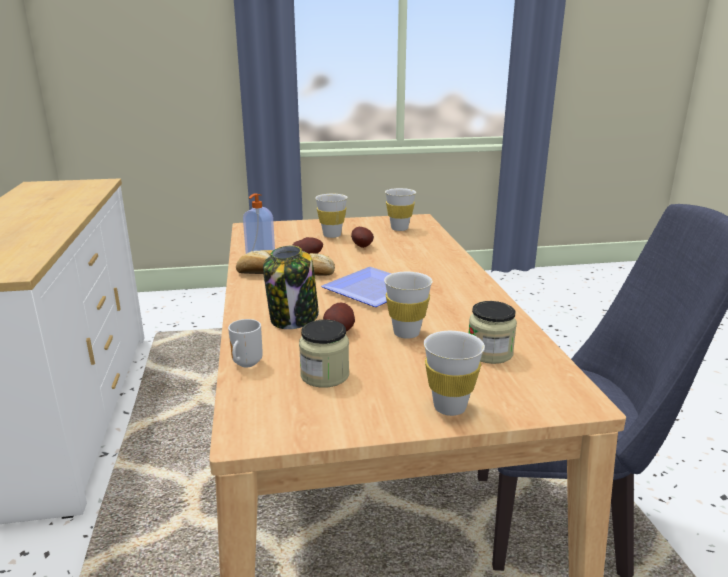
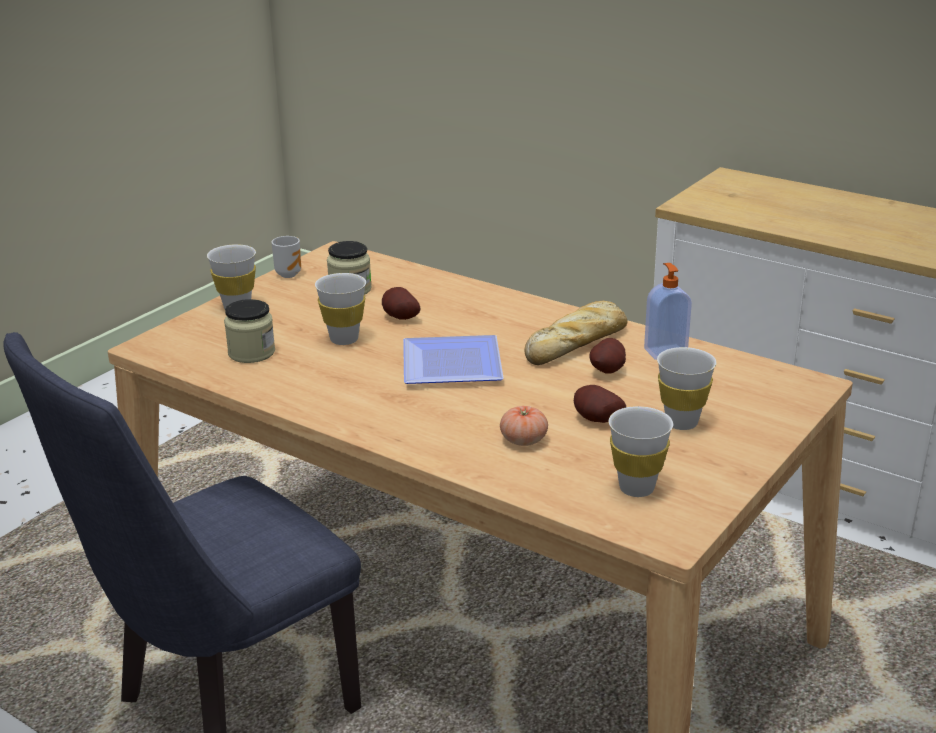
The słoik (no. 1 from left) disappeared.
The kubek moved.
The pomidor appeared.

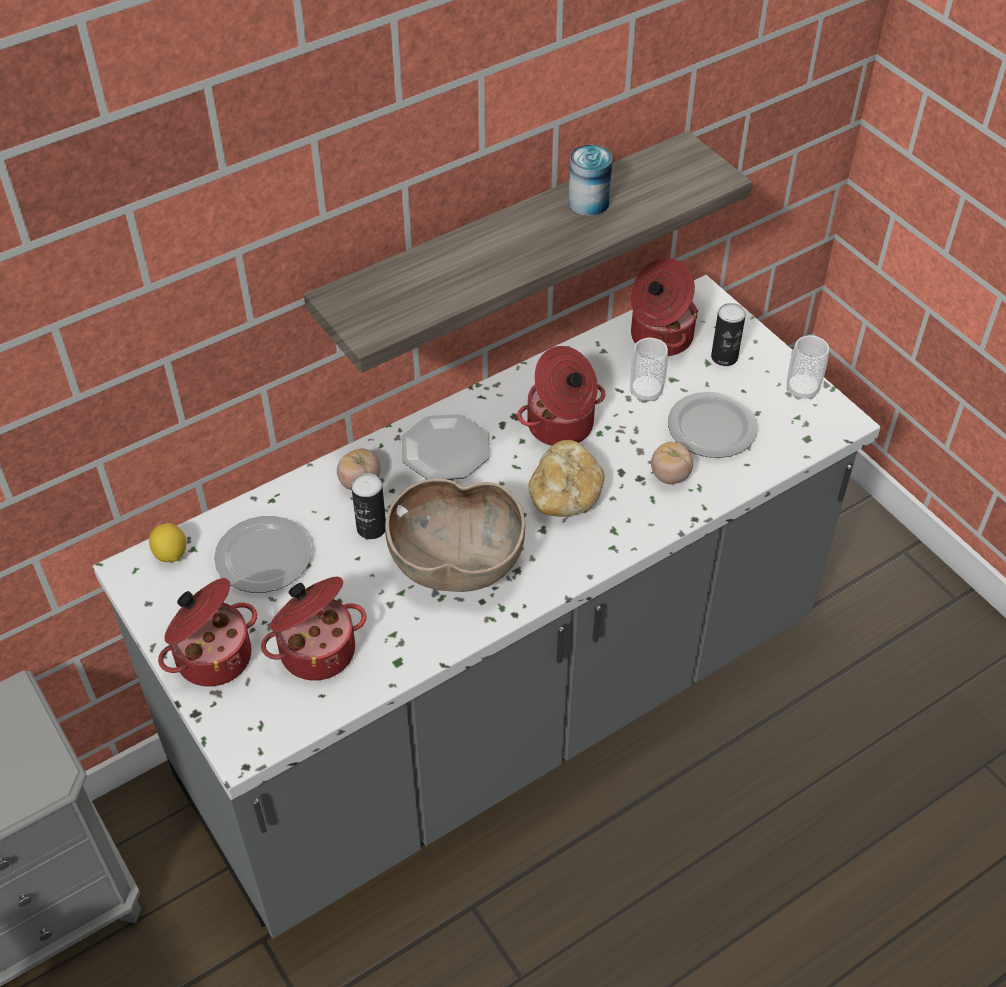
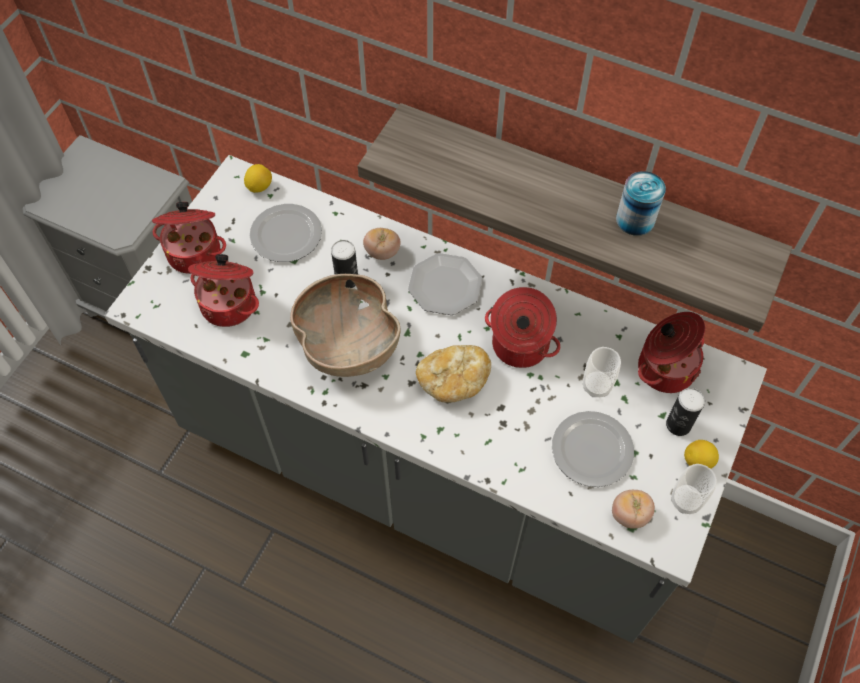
The pomidor (no. 2 from left) moved.
The cytryna (no. 2 from left) appeared.

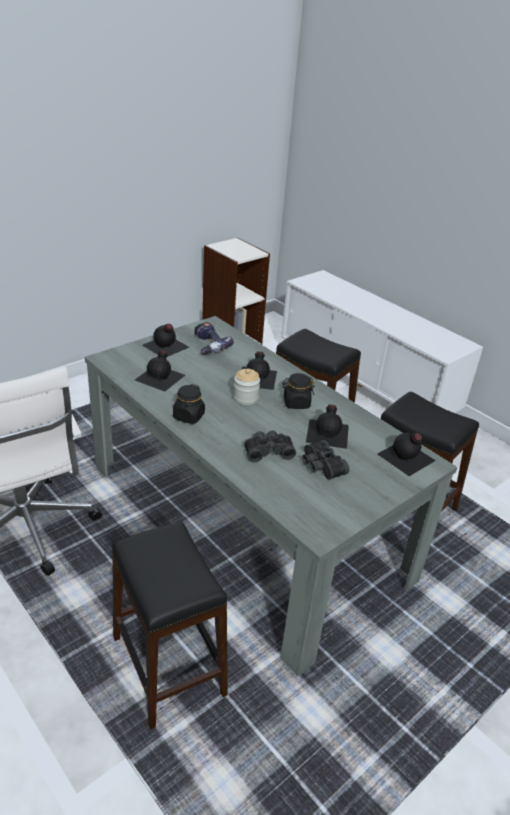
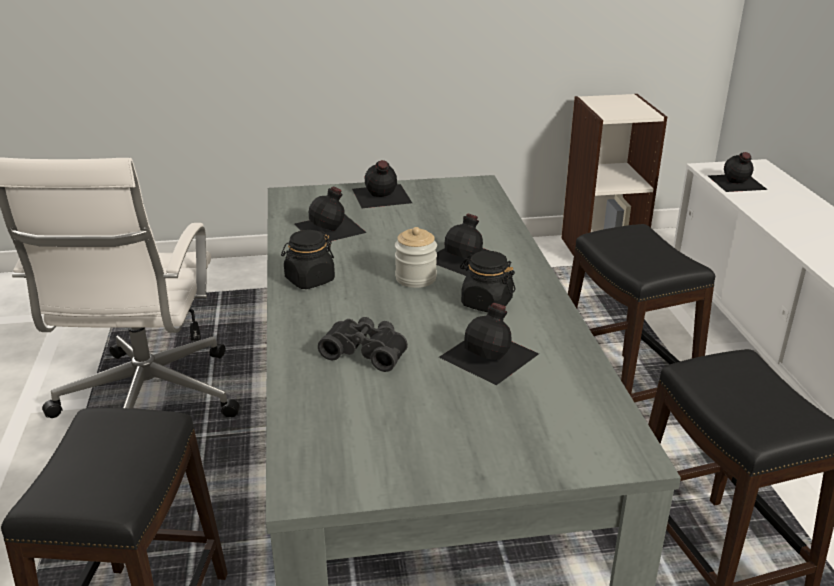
The wiertarka disappeared.
The butelka [czarny] (no. 5 from left) moved.
The lornetka [czarny] (no. 2 from left) disappeared.

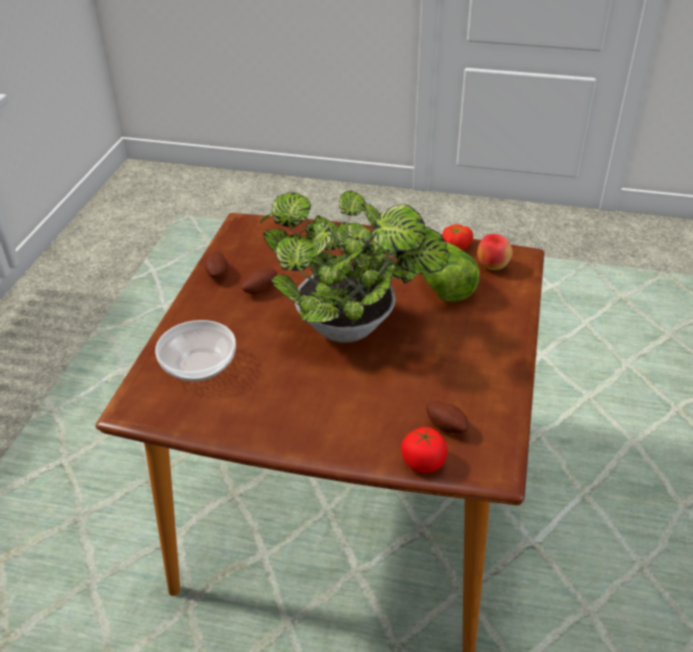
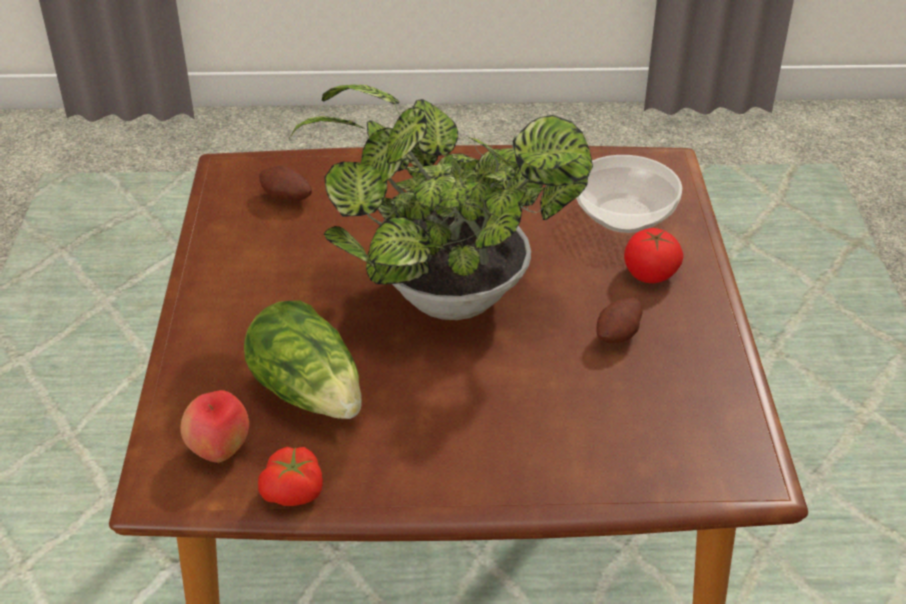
The ziemniak (no. 1 from left) disappeared.
The pomidor (no. 1 from left in the first image) moved.

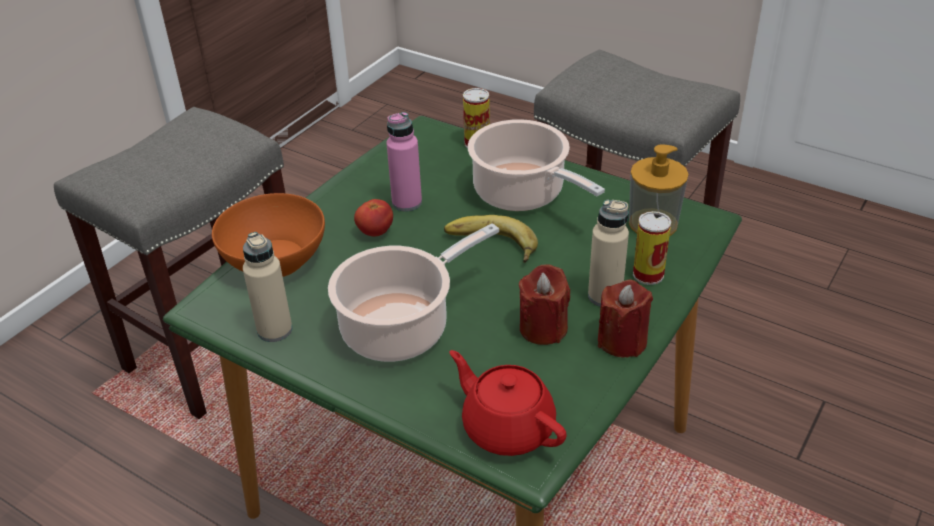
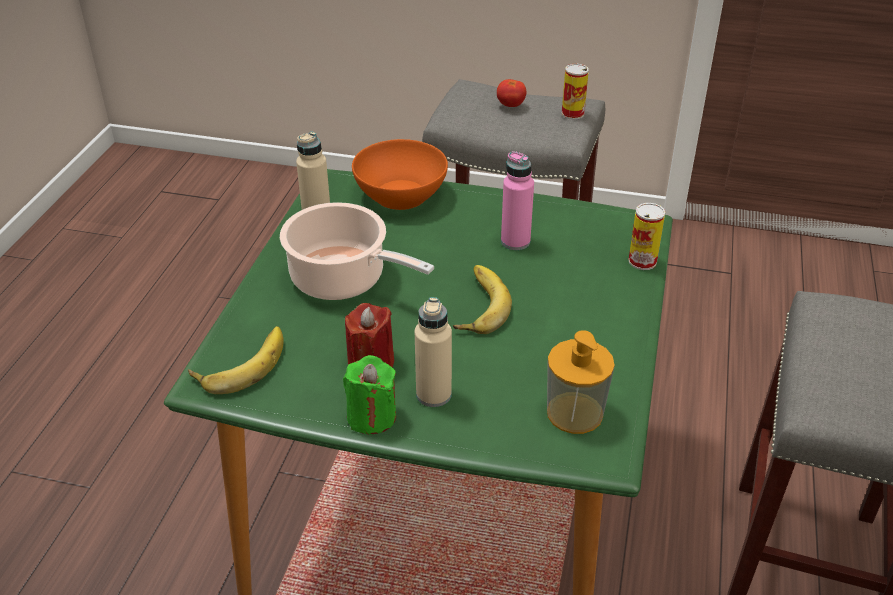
The garnek (no. 2 from left) disappeared.
The pomidor moved.
The puszka (no. 2 from left in the first image) moved.
The świeca [czerwony] (no. 2 from left) became the świeca [zielony].
The imbryk [czerwony] was replaced by the banan (no. 1 from left).

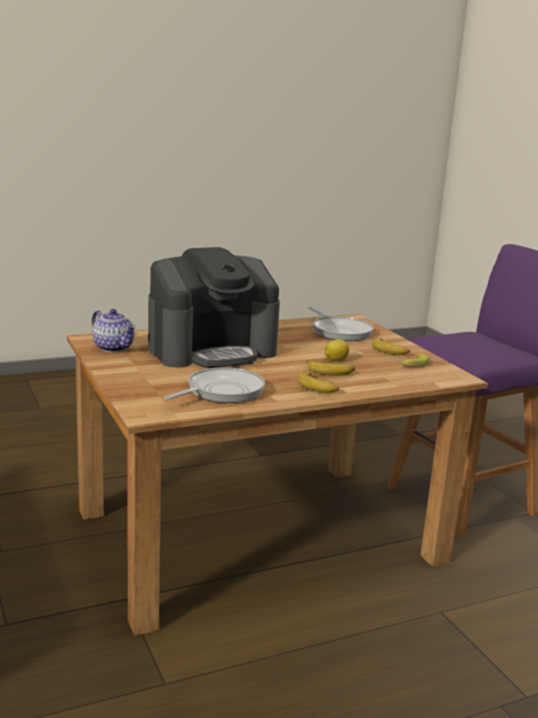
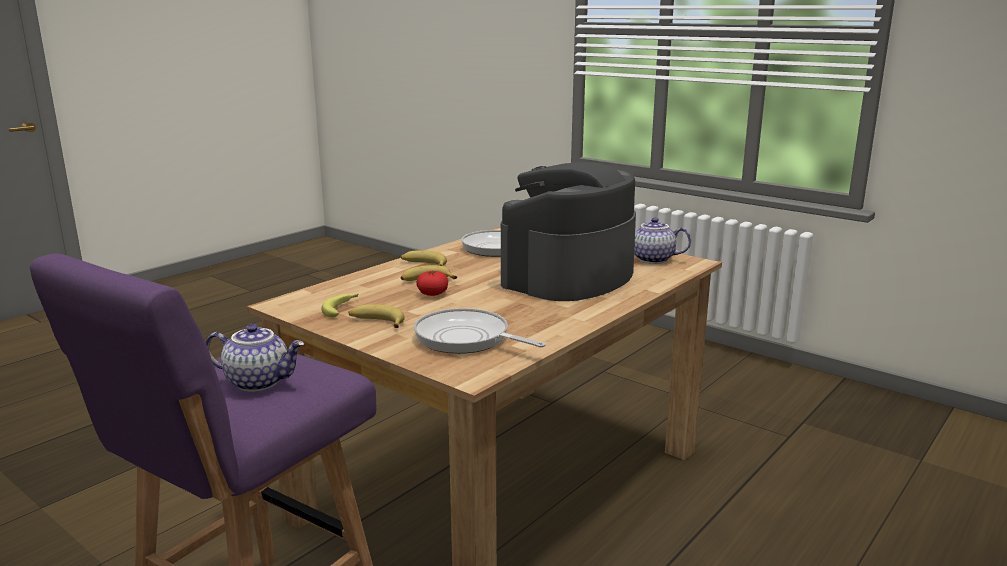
The cytryna was replaced by the pomidor.
The imbryk (no. 1 from left) appeared.

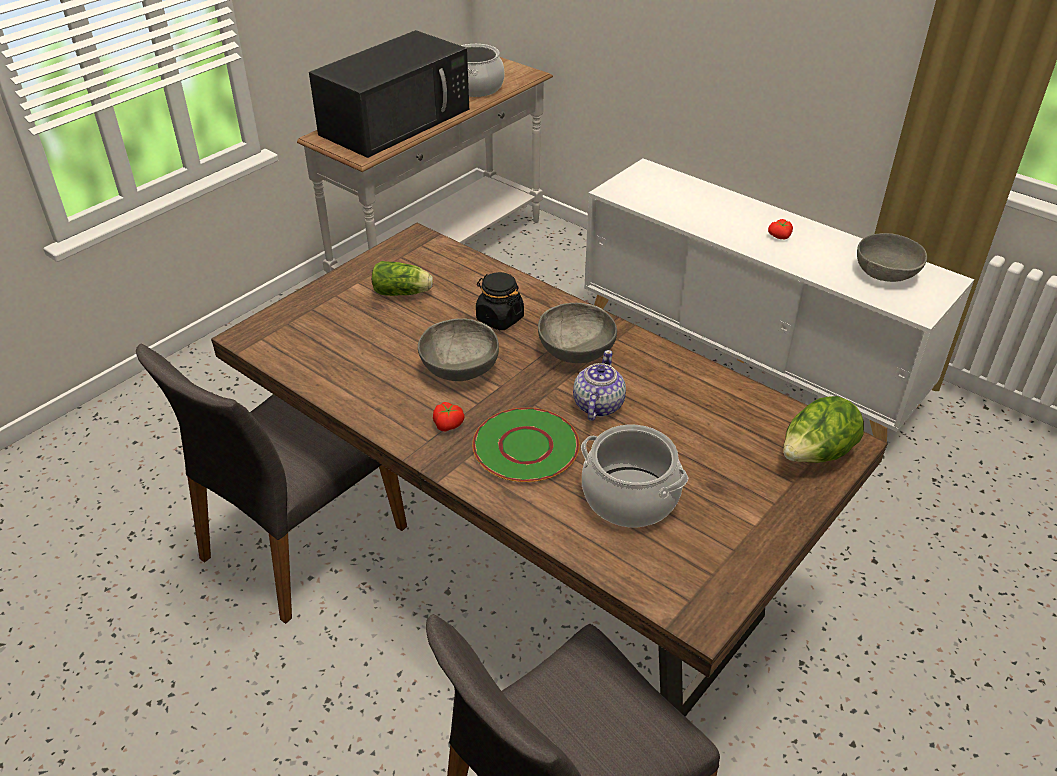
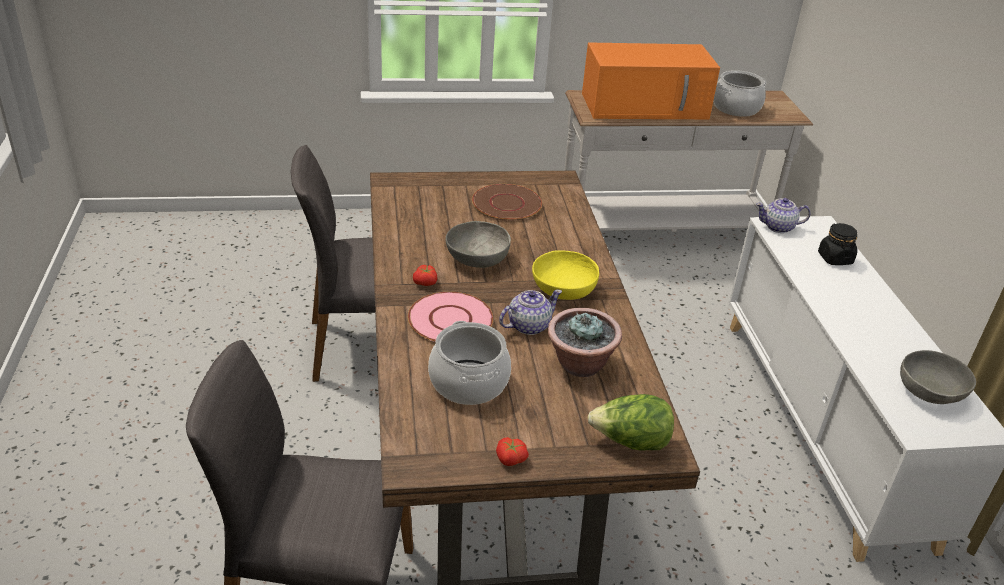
The mikrofalówka [czarny] became the mikrofalówka [pomarańczowy].
The pomidor (no. 2 from left) moved.
The sałata (no. 1 from left) was replaced by the talerz [brązowy].
The słoik [czarny] moved.
The miska [szary] (no. 2 from left) became the miska [żółty].
The talerz [zielony] became the talerz [różowy].
The imbryk (no. 2 from left) appeared.
The roślina doniczkowa appeared.

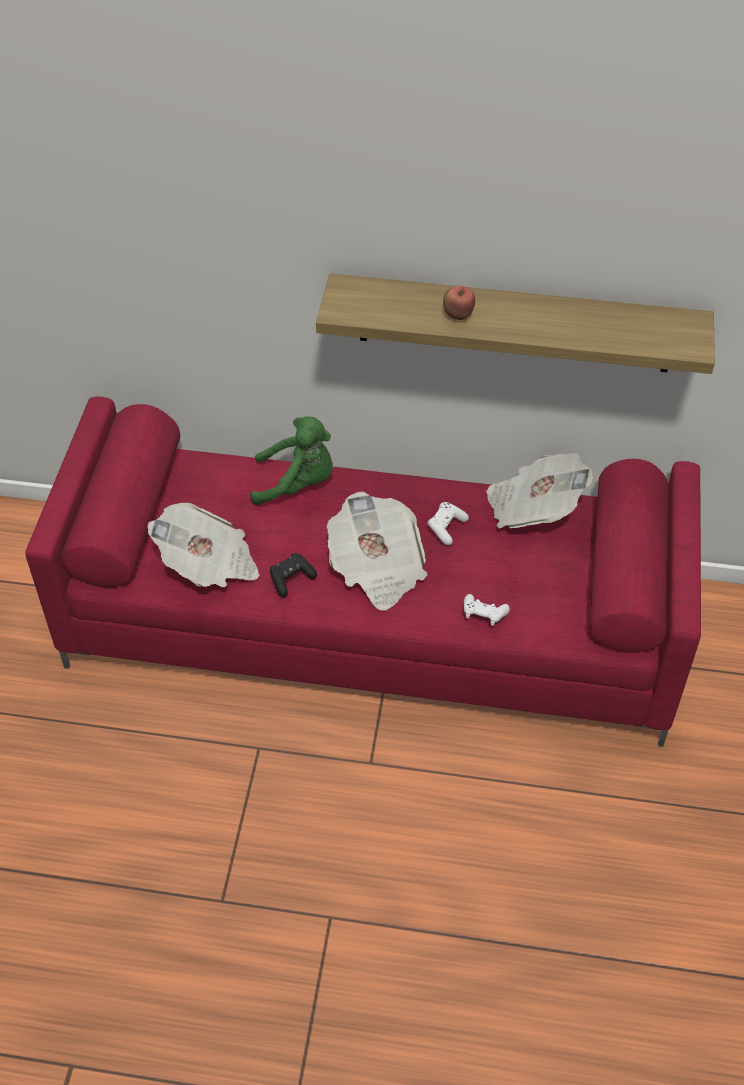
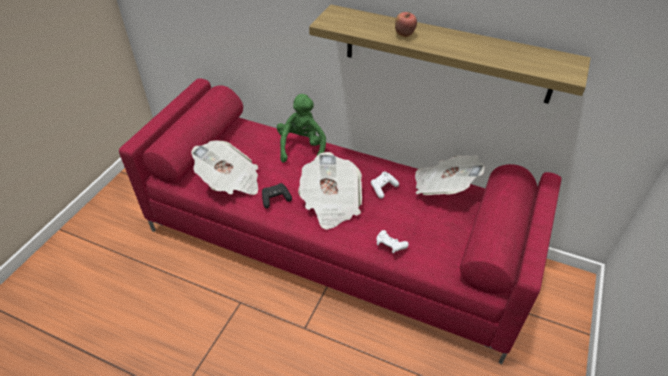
The pluszak [zielony] turned 105 degrees counterclockwise.

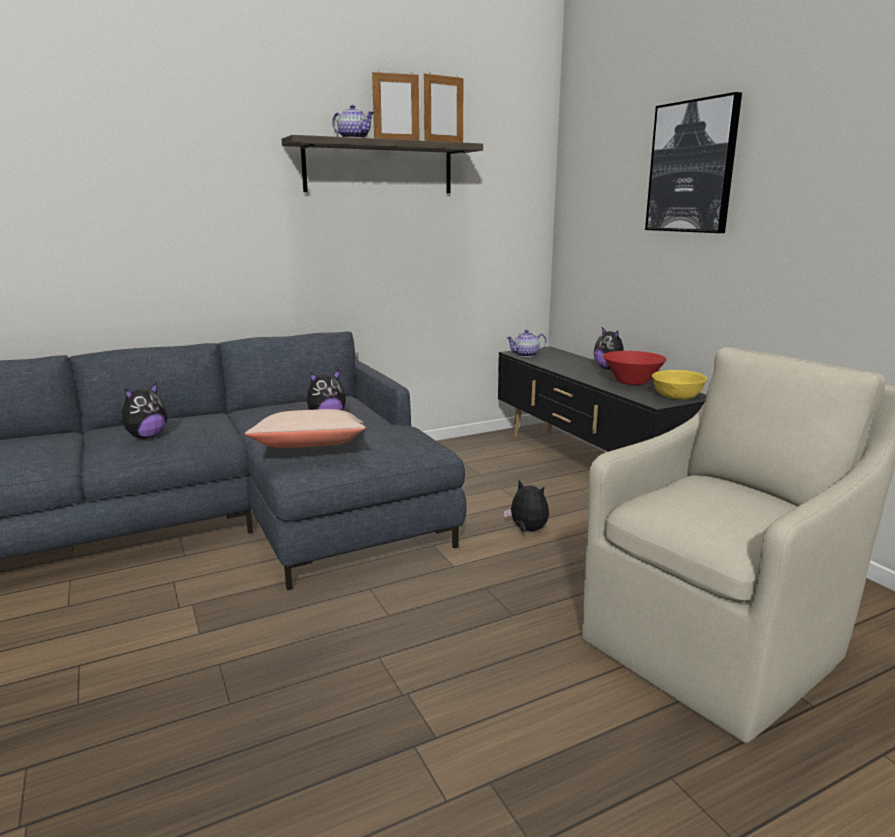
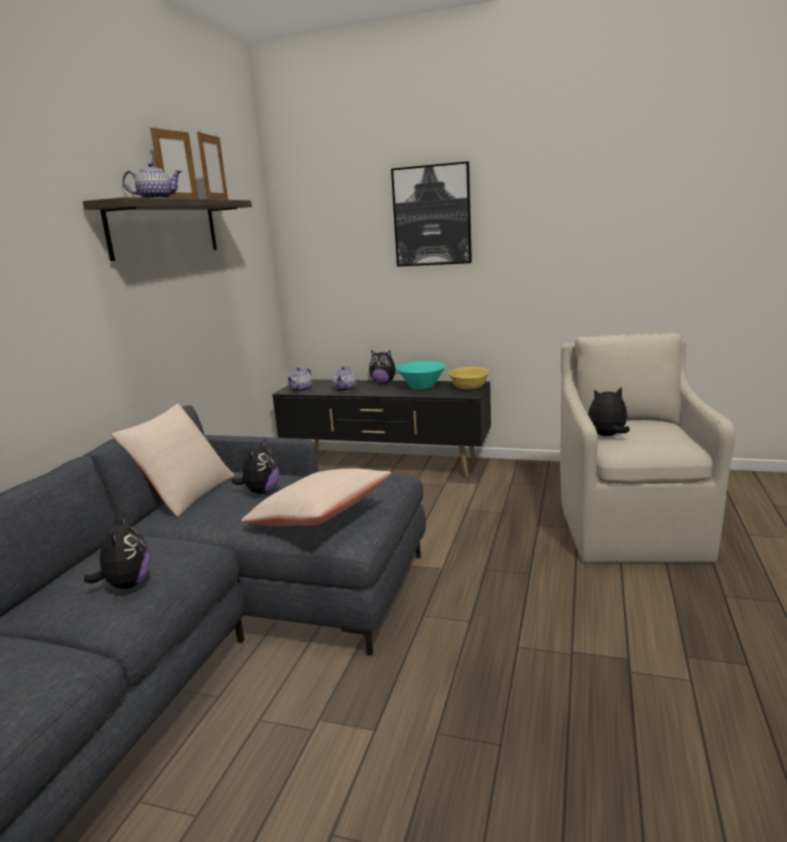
The miska [czerwony] became the miska [turkusowy].
The pluszak (no. 3 from left in the first image) moved.
The imbryk (no. 3 from left) appeared.
The poduszka [beżowy] (no. 1 from left) appeared.

